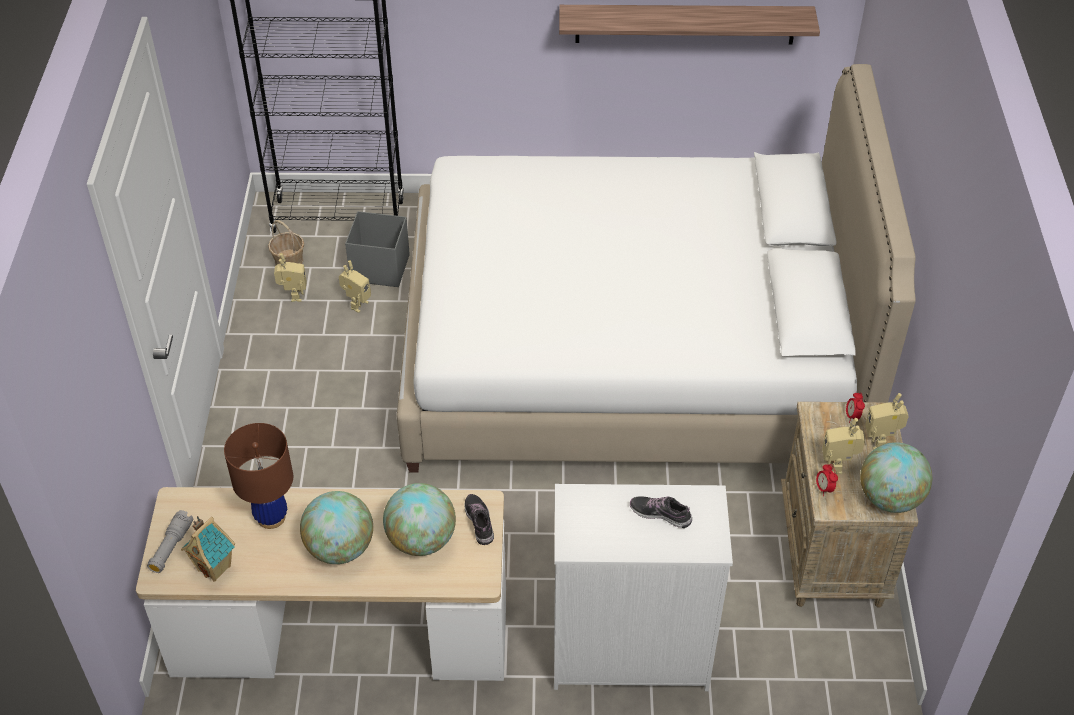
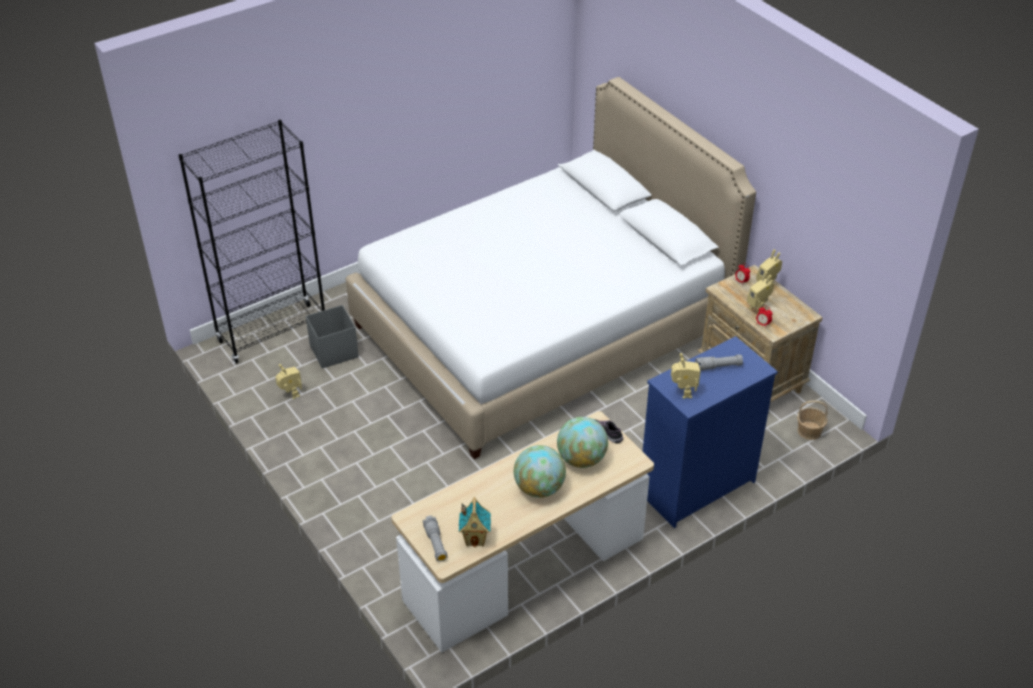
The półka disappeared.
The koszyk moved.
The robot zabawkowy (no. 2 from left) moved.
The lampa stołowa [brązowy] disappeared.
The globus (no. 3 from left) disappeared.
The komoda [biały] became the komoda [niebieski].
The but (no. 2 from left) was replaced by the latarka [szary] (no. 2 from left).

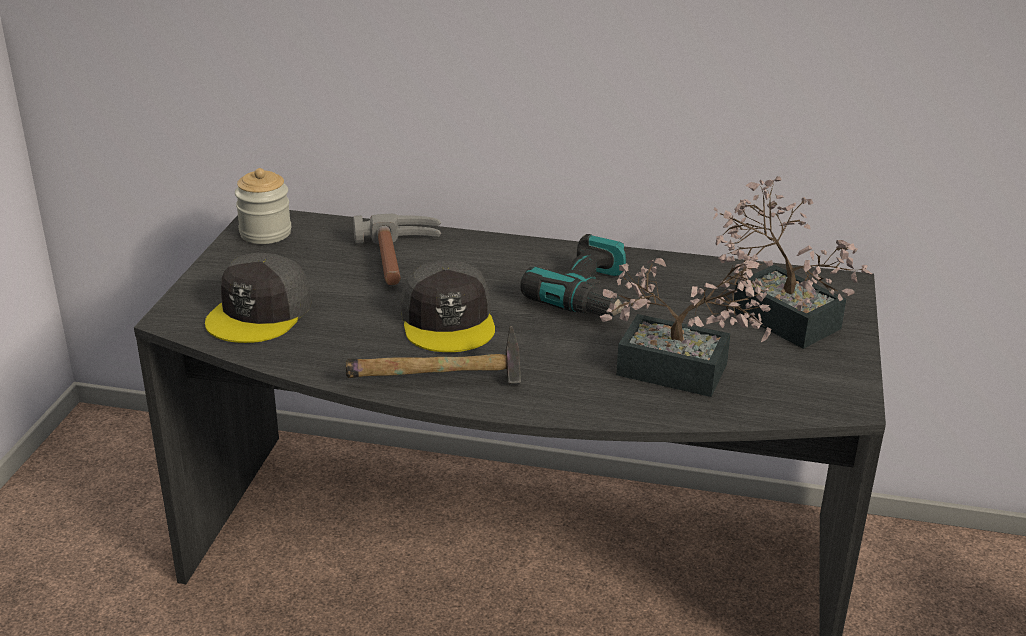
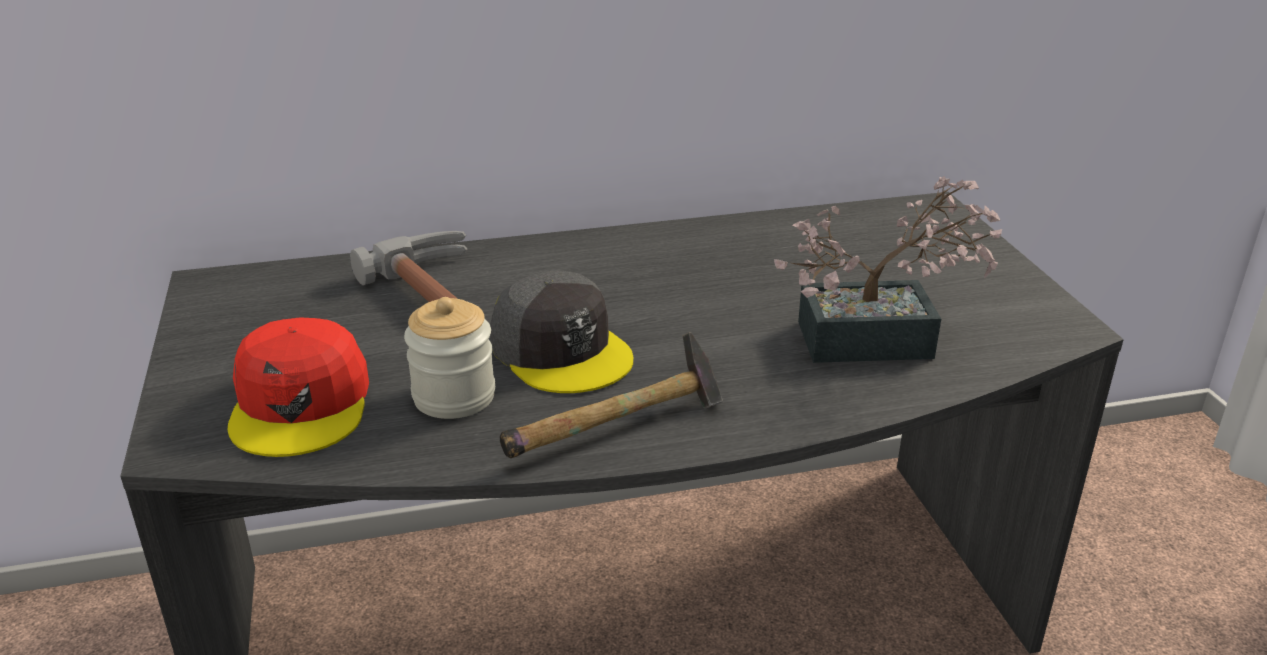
The słoik moved.
The roślina doniczkowa (no. 2 from left) disappeared.
The wiertarka disappeared.
The czapka z daszkiem [szary] (no. 1 from left) became the czapka z daszkiem [czerwony].

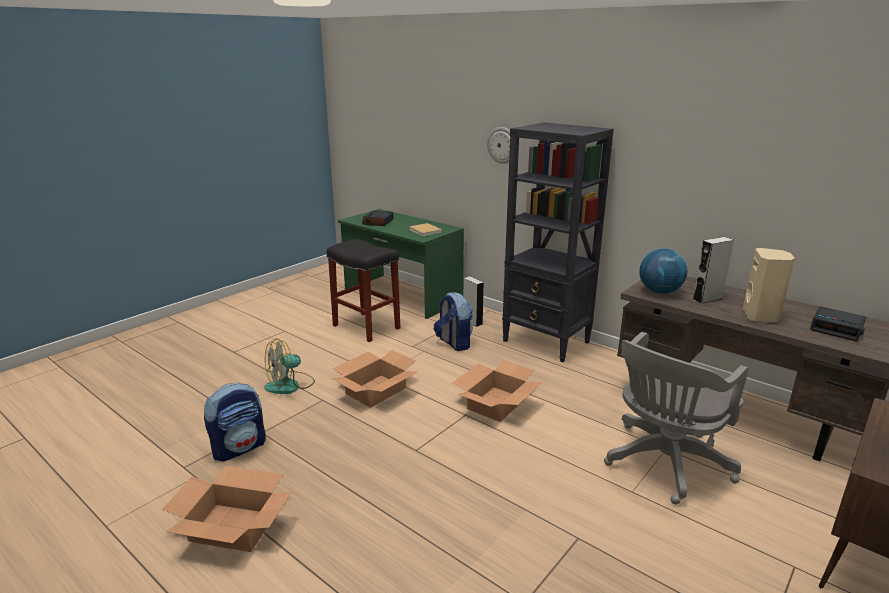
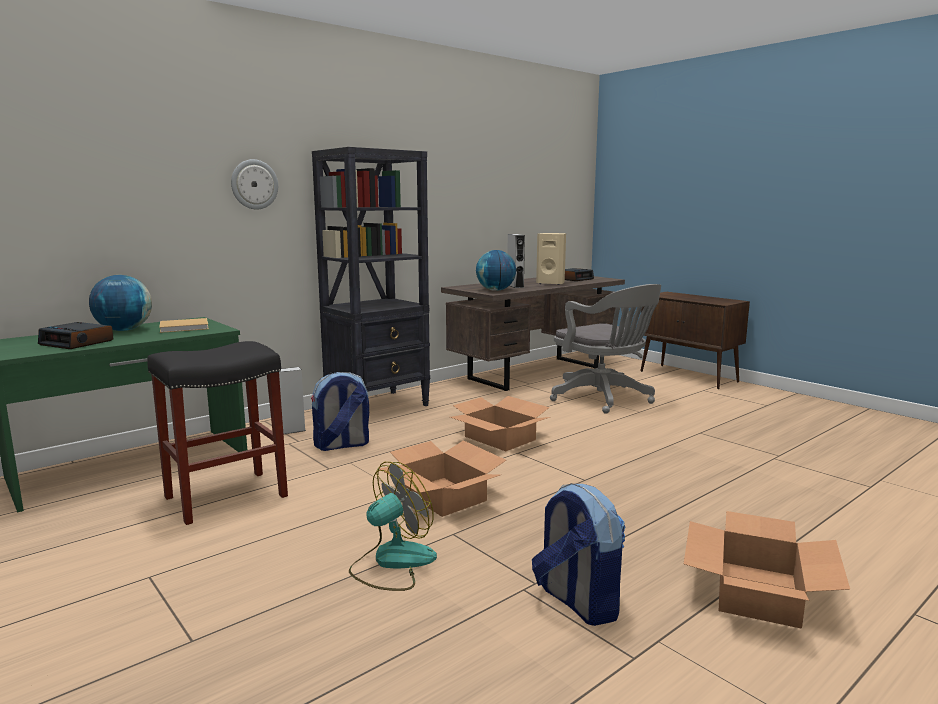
The wentylator turned 105 degrees counterclockwise.
The globus (no. 1 from left) appeared.

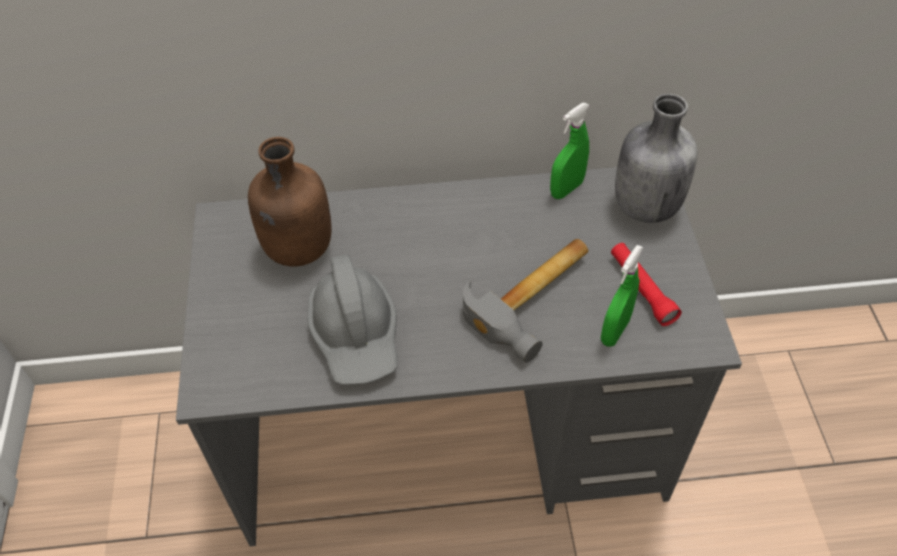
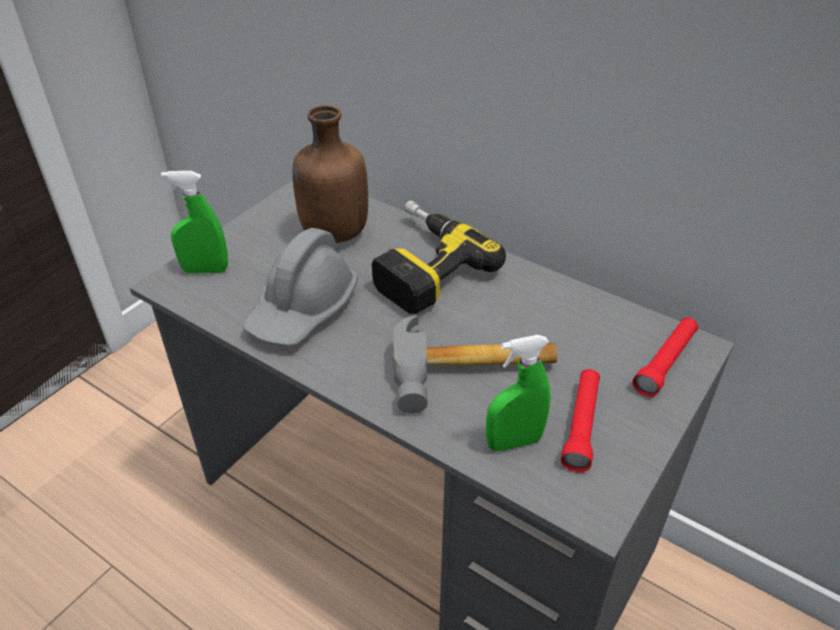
The butelka [szary] was replaced by the latarka [czerwony] (no. 2 from left).
The spryskiwacz [zielony] (no. 1 from left) moved.
The wiertarka appeared.

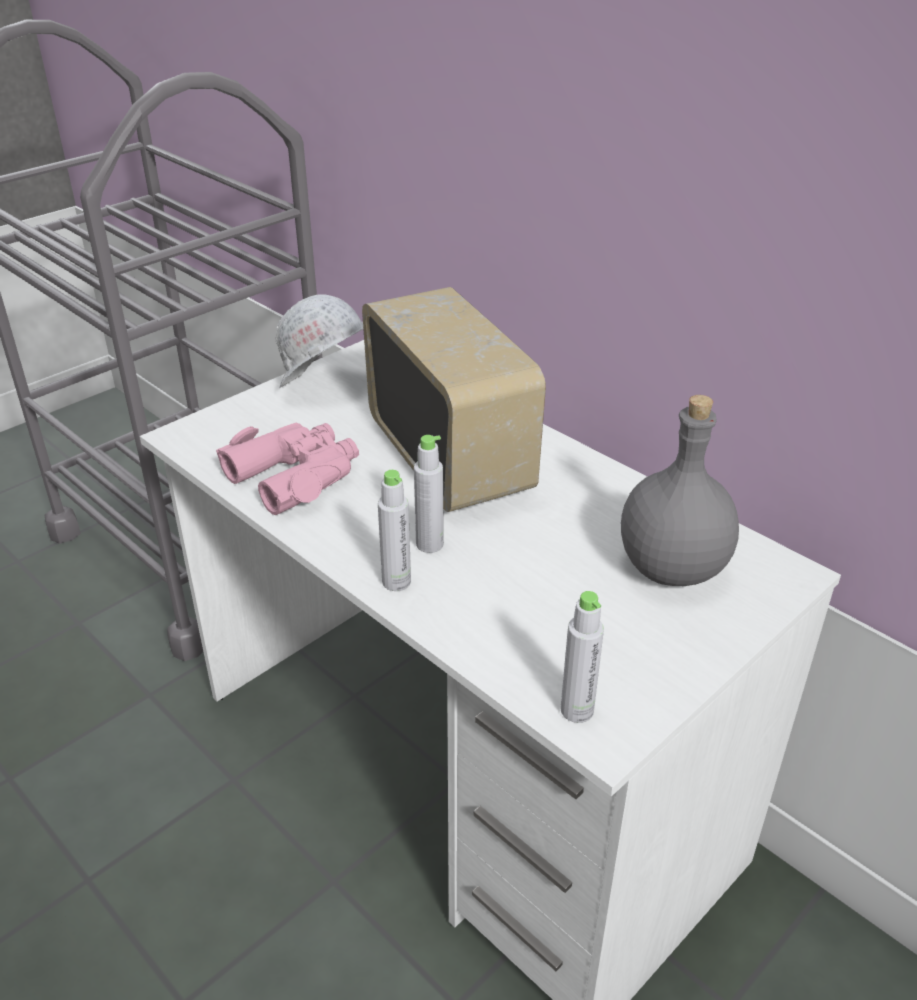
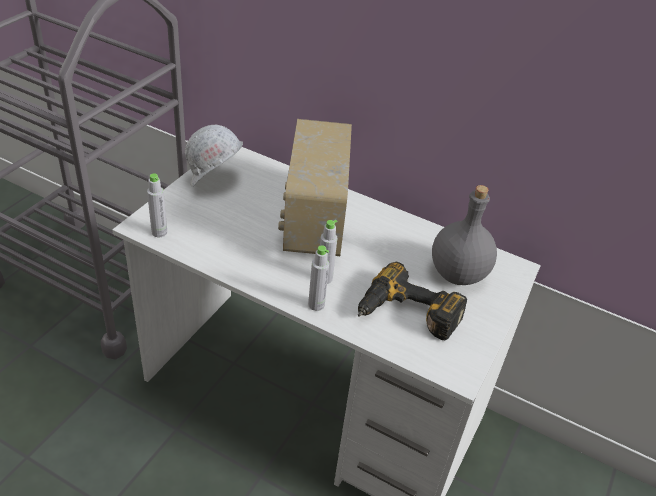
The radio turned 135 degrees counterclockwise.
The lornetka [różowy] disappeared.
The butelka [szary] (no. 3 from left in the first image) moved.
The wiertarka appeared.

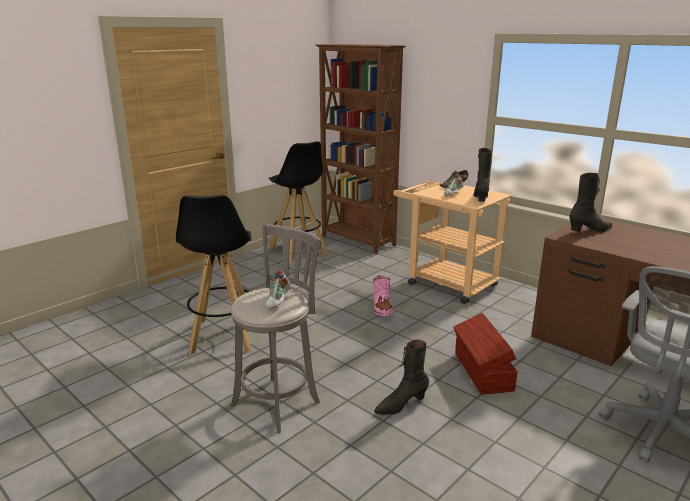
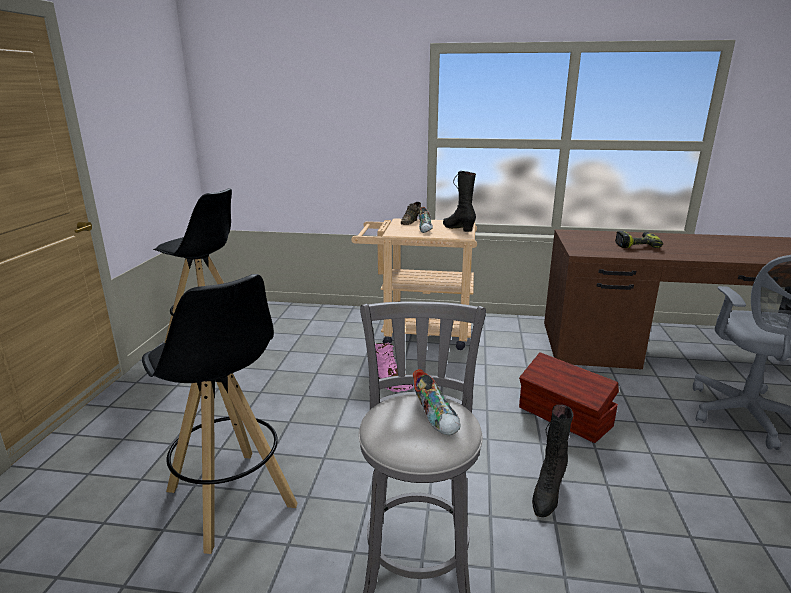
The regał [brązowy] disappeared.
The but z cholewką [czarny] (no. 3 from left) disappeared.
The wiertarka appeared.

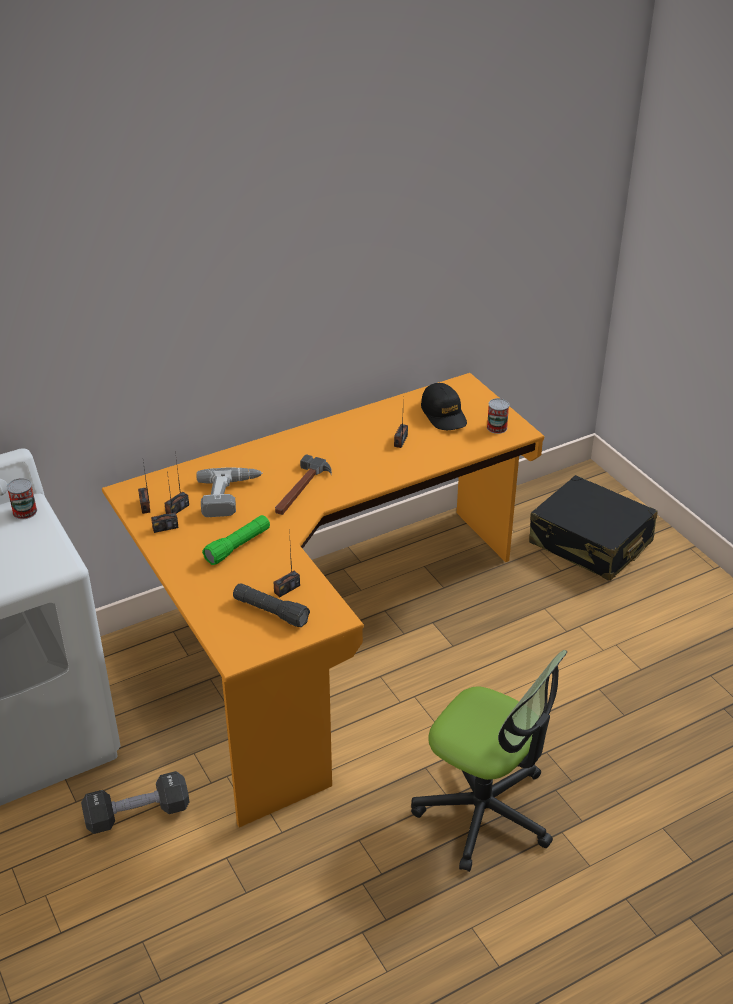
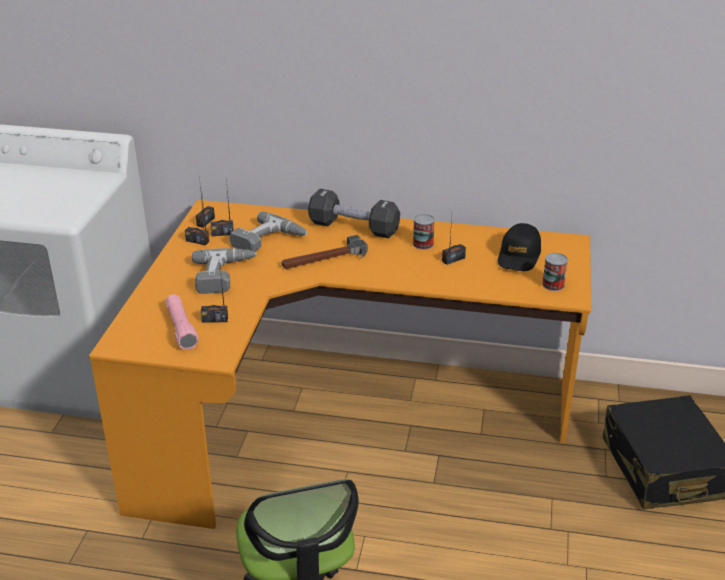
The puszka (no. 1 from left) moved.
The latarka [zielony] was replaced by the wiertarka (no. 1 from left).
The latarka [czarny] became the latarka [różowy].
The hantel [czarny] moved.

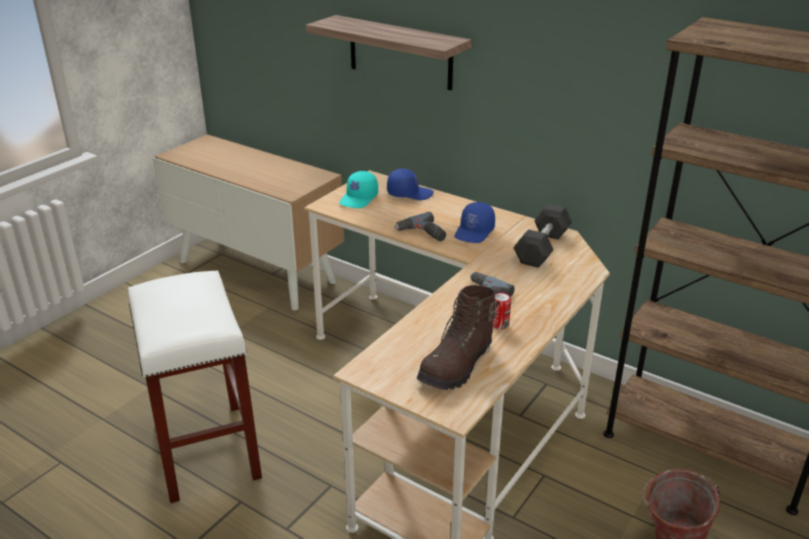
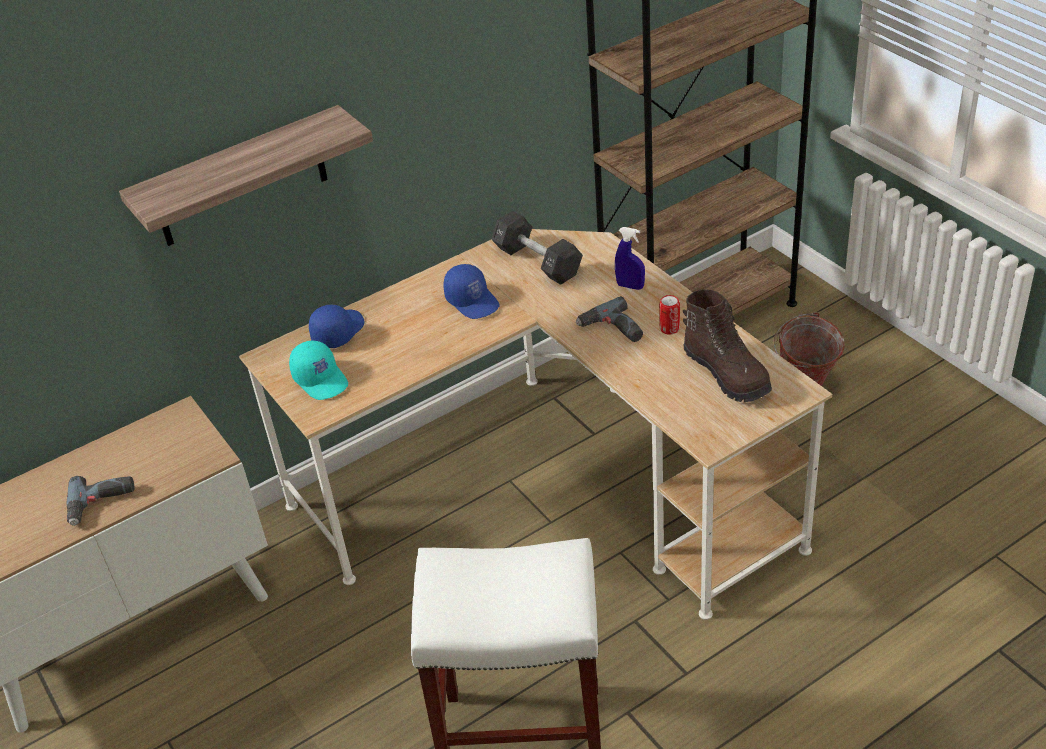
The wiertarka (no. 1 from left) moved.
The spryskiwacz [niebieski] appeared.

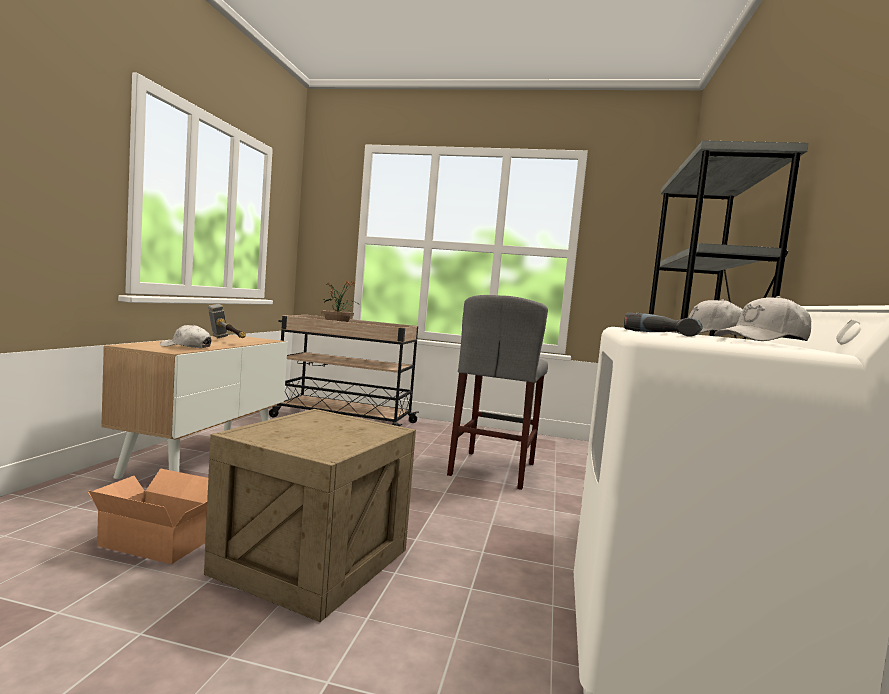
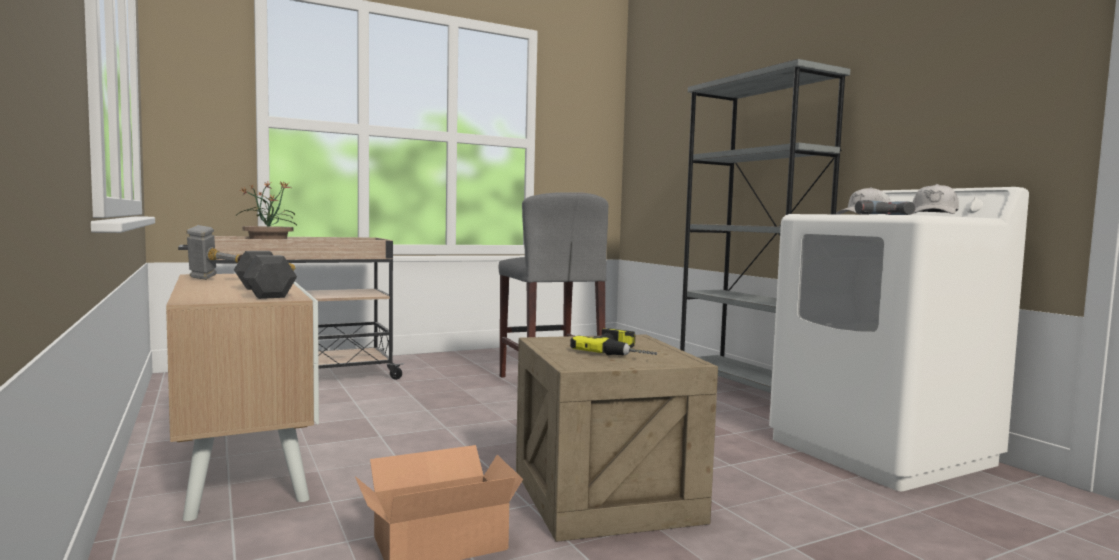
The czapka z daszkiem [biały] (no. 1 from left) was replaced by the hantel [szary].
The wiertarka (no. 1 from left) appeared.

